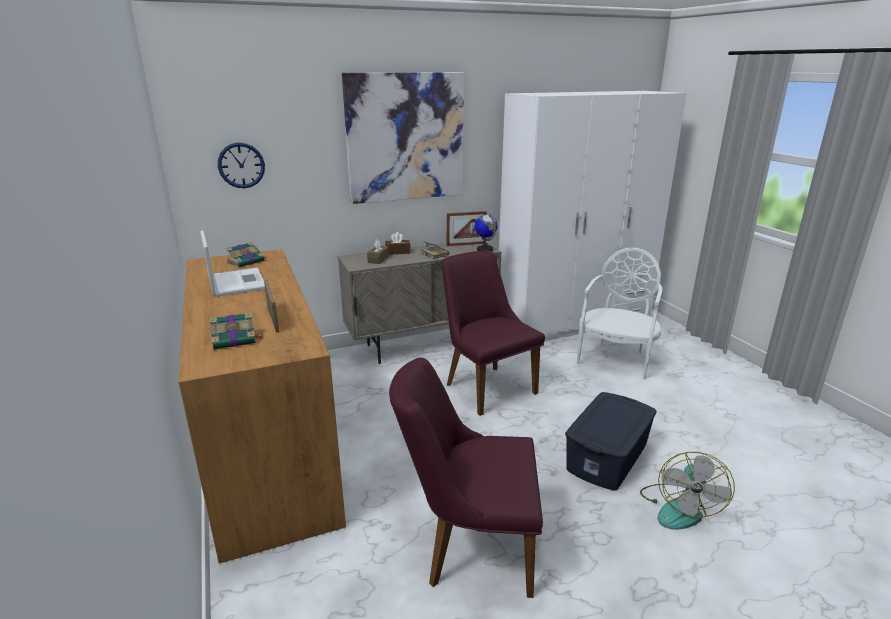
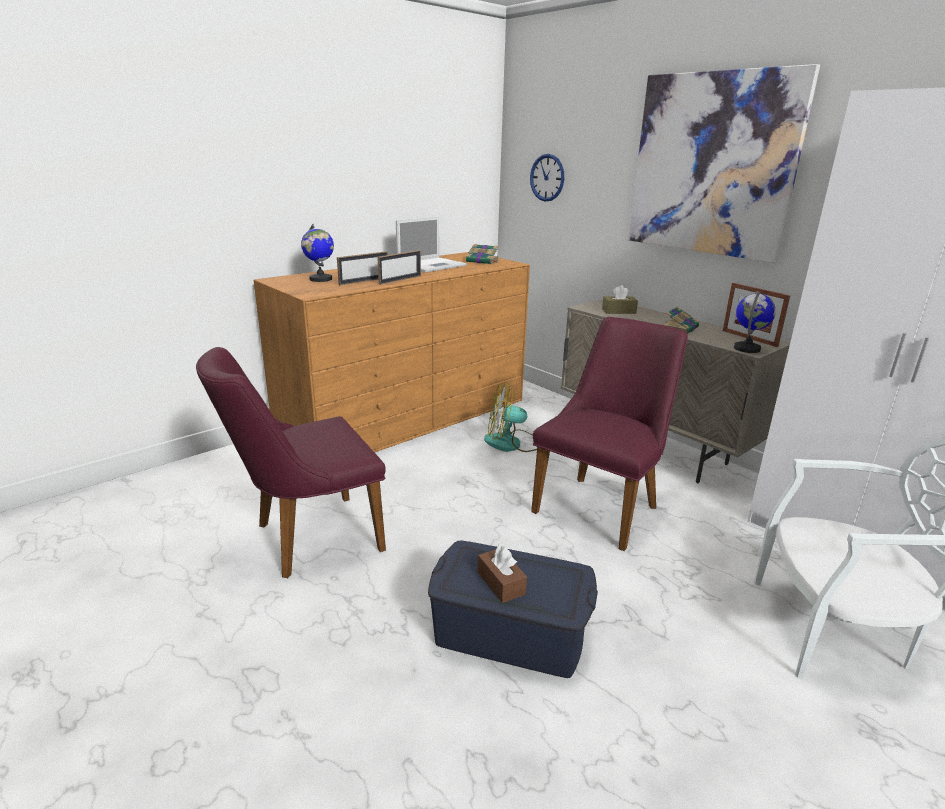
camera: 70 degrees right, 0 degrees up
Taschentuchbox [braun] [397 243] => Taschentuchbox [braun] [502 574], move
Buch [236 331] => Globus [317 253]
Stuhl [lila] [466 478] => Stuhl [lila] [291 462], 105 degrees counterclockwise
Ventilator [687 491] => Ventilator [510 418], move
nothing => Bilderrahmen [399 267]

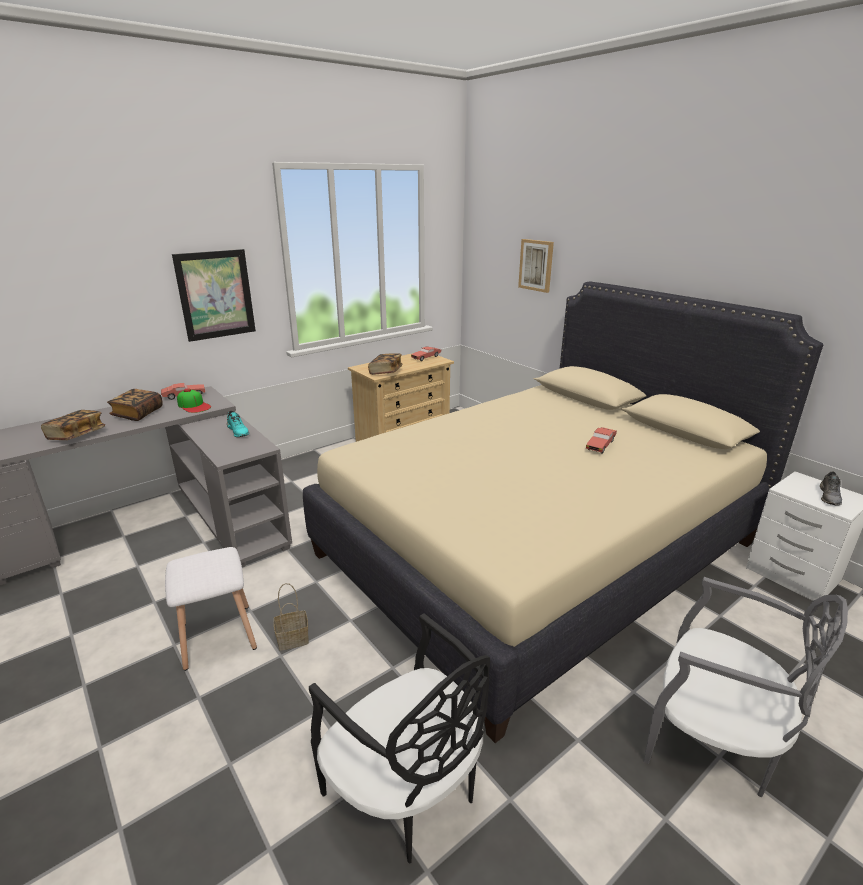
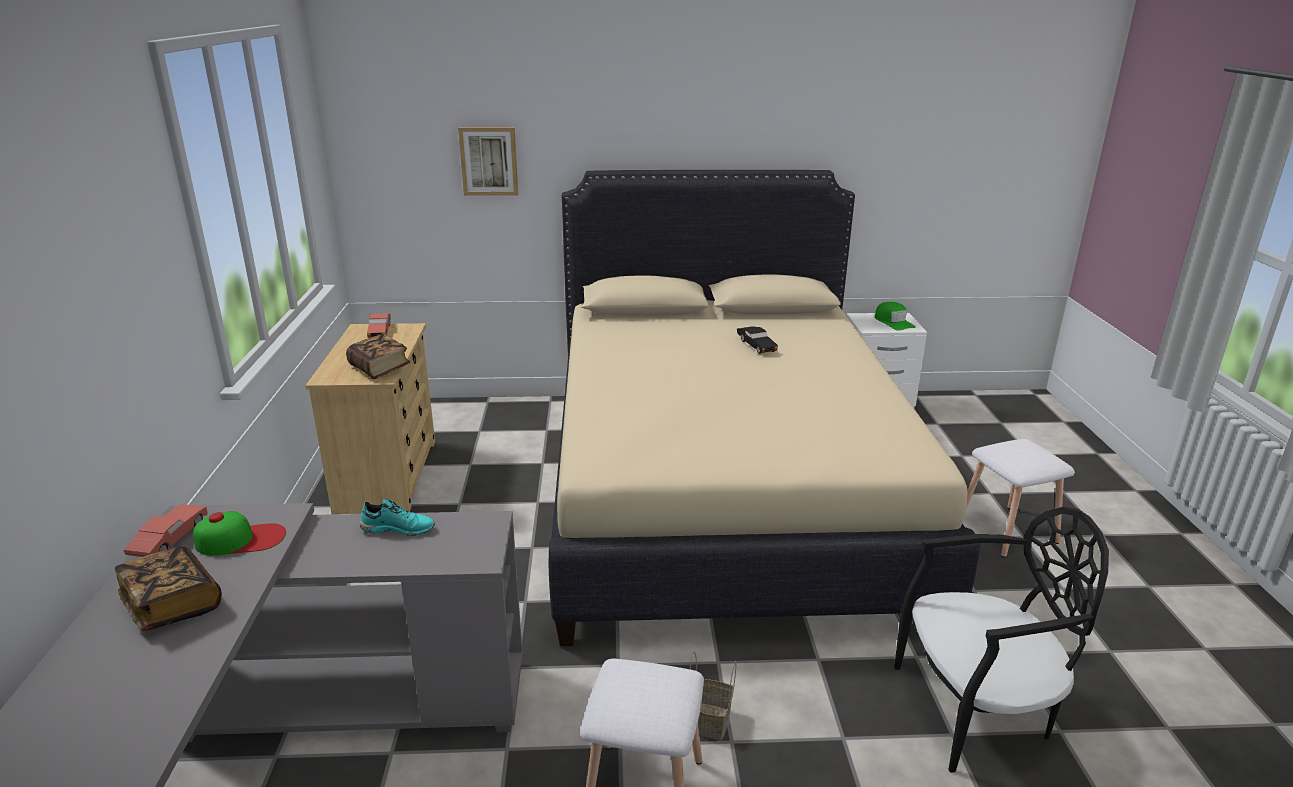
camera: 55 degrees left, 0 degrees up
Bild [214 295] => nothing
Buch [73 425] => nothing
Spielzeugauto [rot] [601 440] => Spielzeugauto [schwarz] [757 340]
Schuh [grau] [831 488] => Kappe [grün] [895 316]
Stuhl [grau] [745 687] => Hocker [weiß] [1020 498]

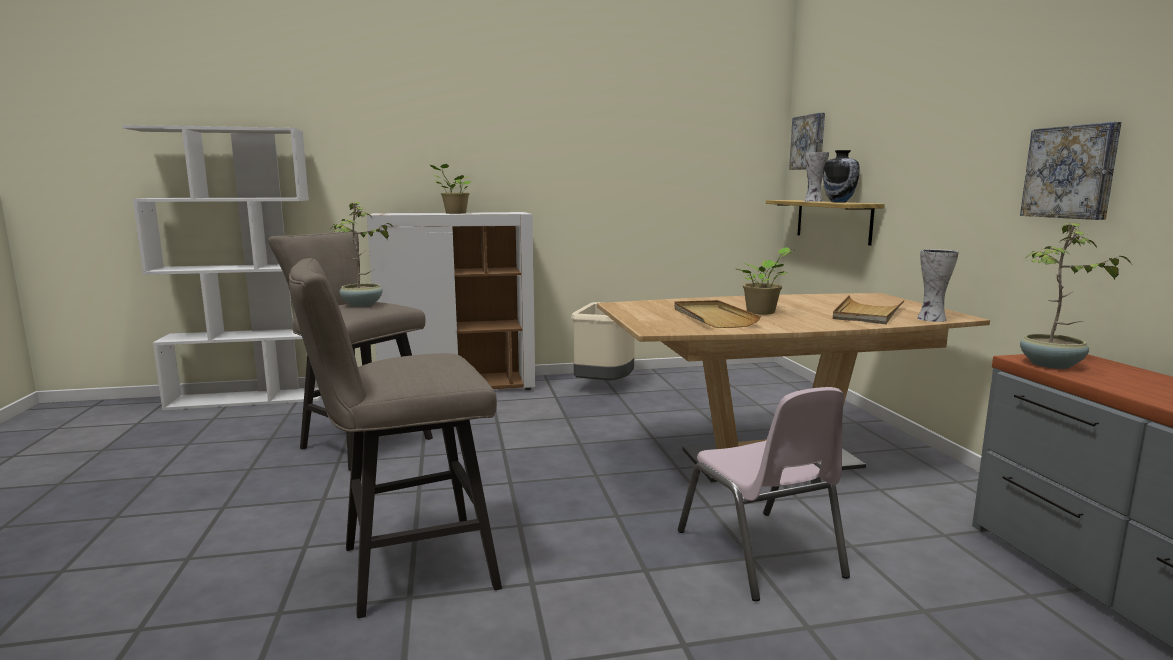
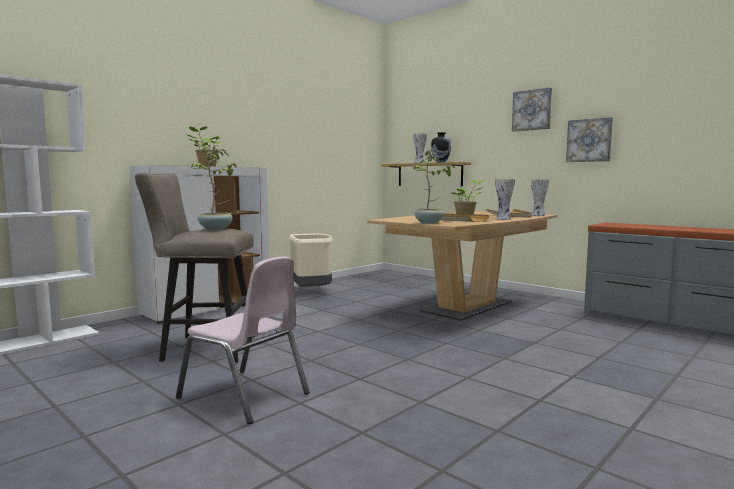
camera: 35 degrees left, 5 degrees down
Bild [807 141] => Bild [532 110], move
Topfpflanze [1075 295] => Topfpflanze [433 187], move
Hocker [beige] [395 438] => nothing
Stuhl [rosa] [764 494] => Stuhl [rosa] [242 340], move
nothing => Vase [505 199]

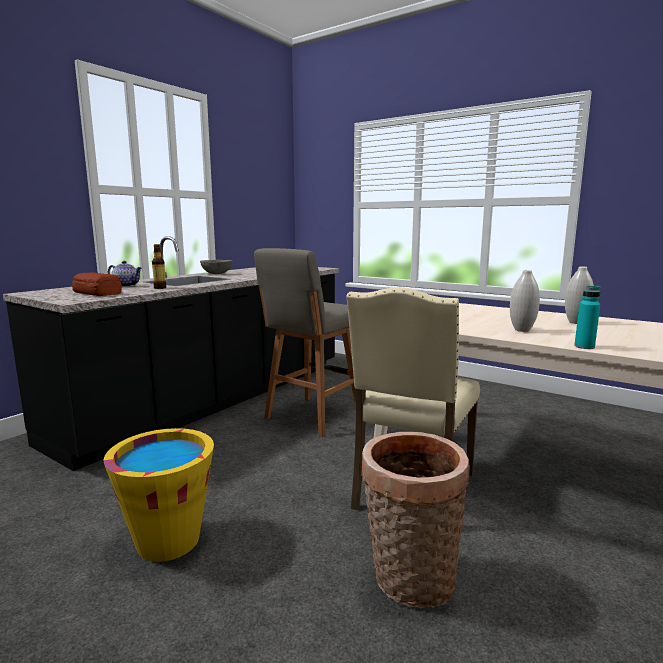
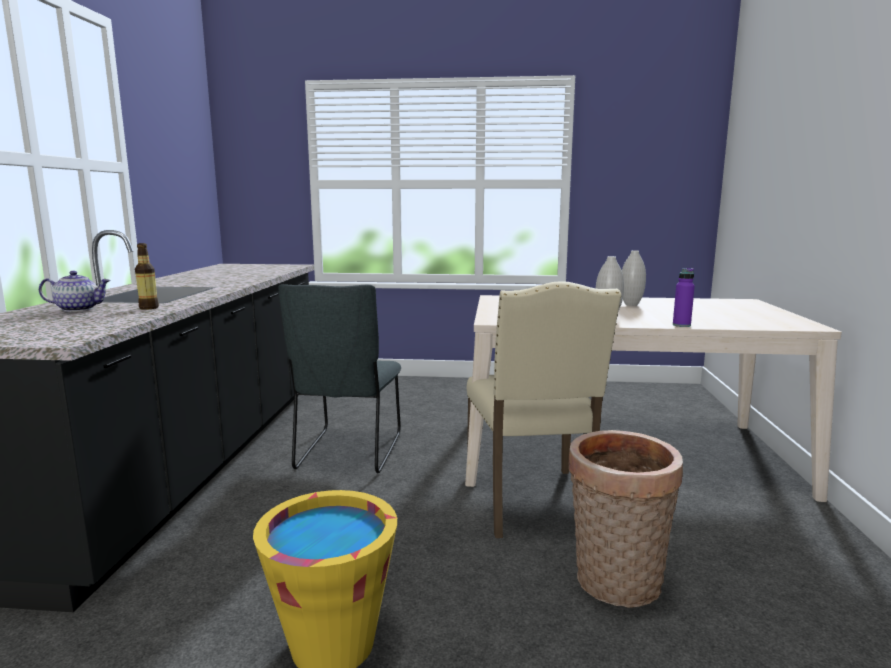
camera: 30 degrees left, 0 degrees up
Hocker [grau] [305 342] => Stuhl [grau] [339 378]
Schüssel [grau] [216 267] => nothing
Brot [97 284] => nothing
Flasche [türkis] [587 317] => Flasche [lila] [684 297]

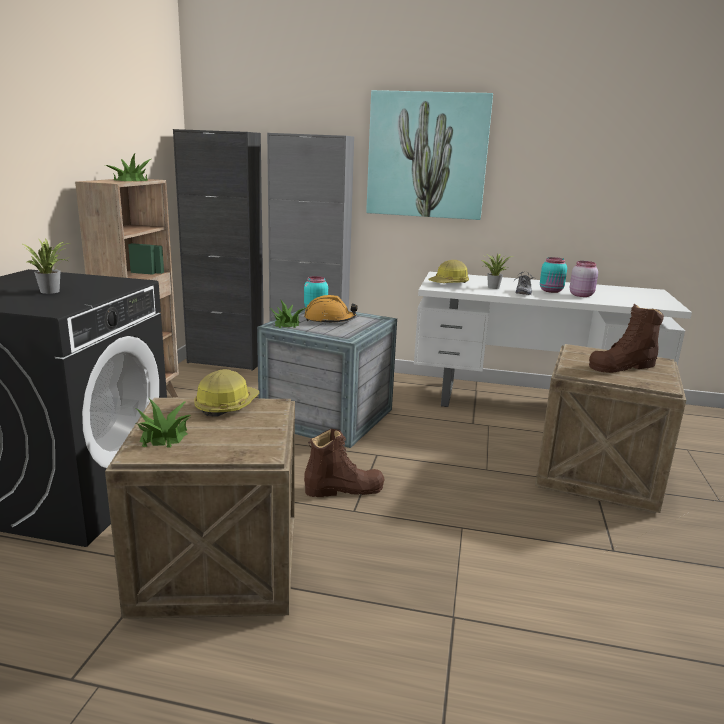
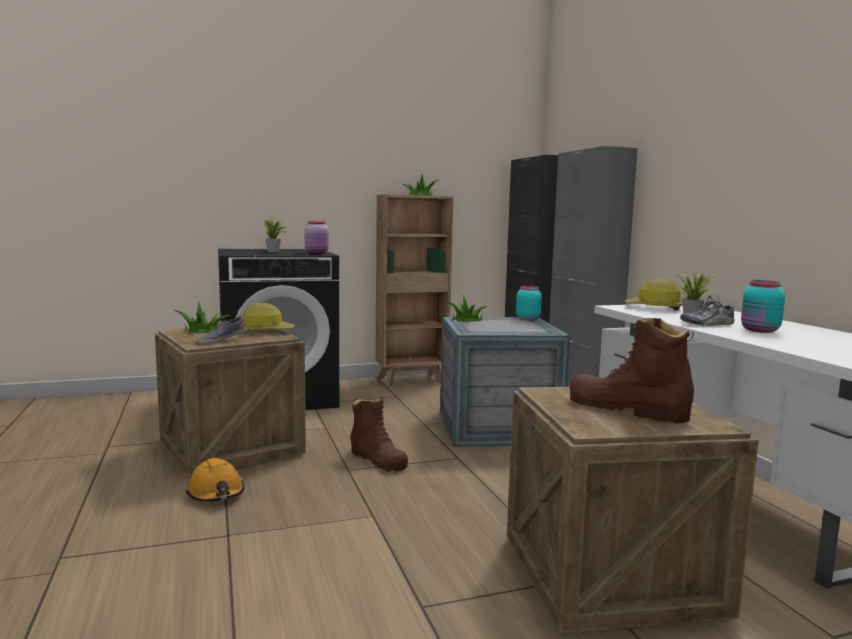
camera: 60 degrees right, 10 degrees down
Bild [429 155] => nothing
Vorratsglas [rosa] [584 279] => Vorratsglas [rosa] [316 237], move
Schutzhelm [orange] [331 309] => Schutzhelm [orange] [215 480], move
nothing => Schuh [221 330]

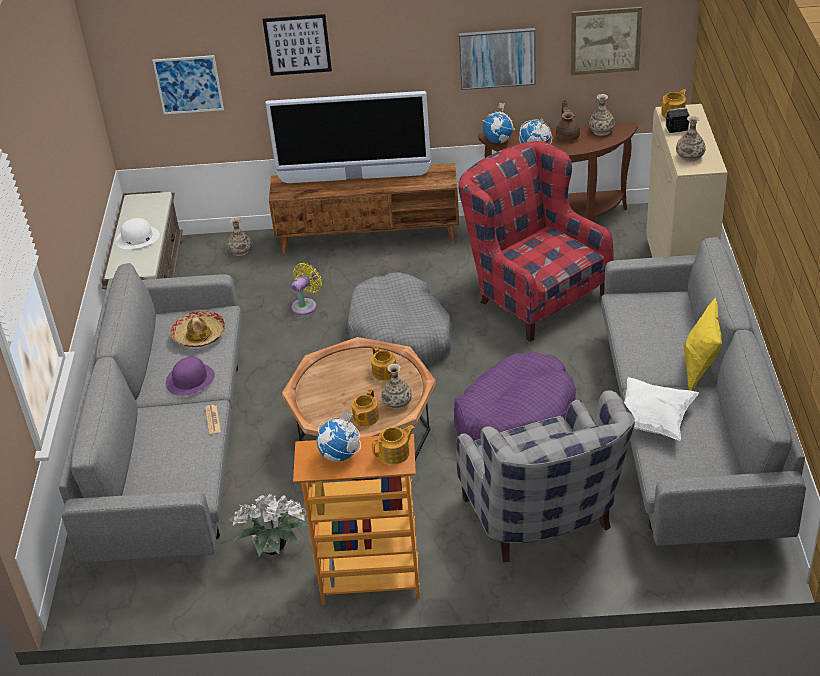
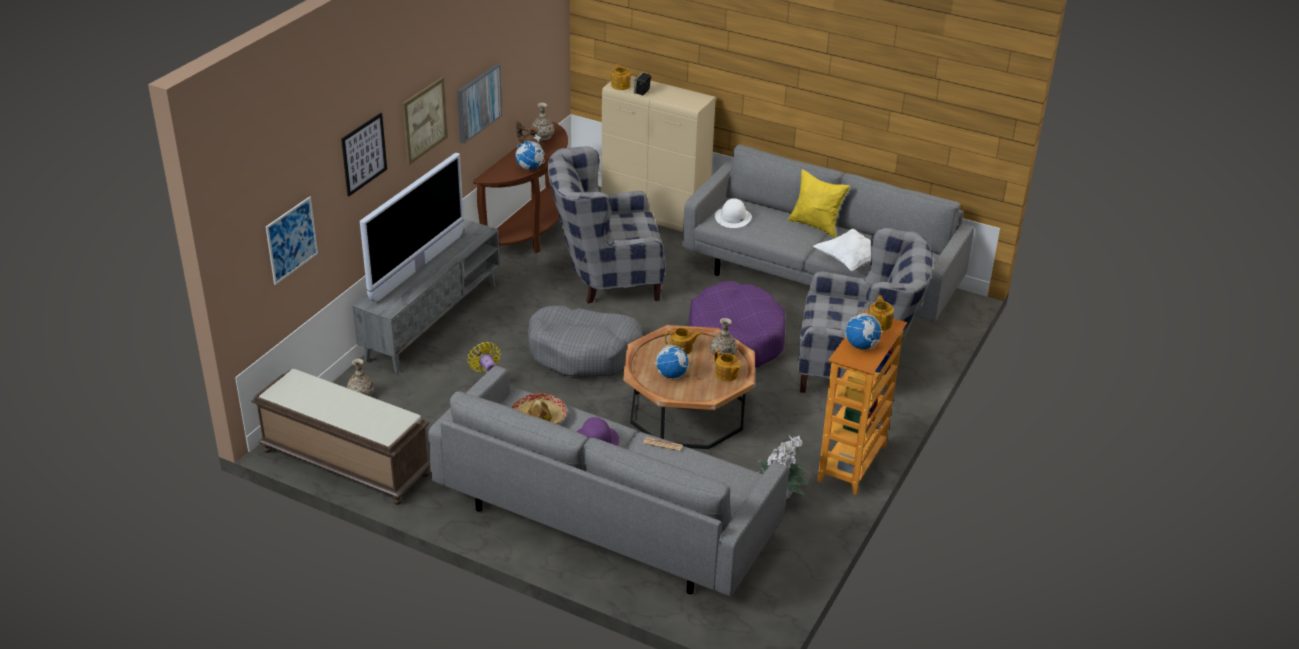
camera: 65 degrees left, 5 degrees down
Bild [606 41] => Bild [425 121], move
Globus [498 123] => Globus [671 357], move
Vase [691 139] => nothing
Sessel [rot] [536 241] => Sessel [grau] [606 225]
Fernsehschrank [braun] [364 208] => Fernsehschrank [grau] [426 296]
Hut [weiß] [137 233] => Hut [weiß] [733 213], move

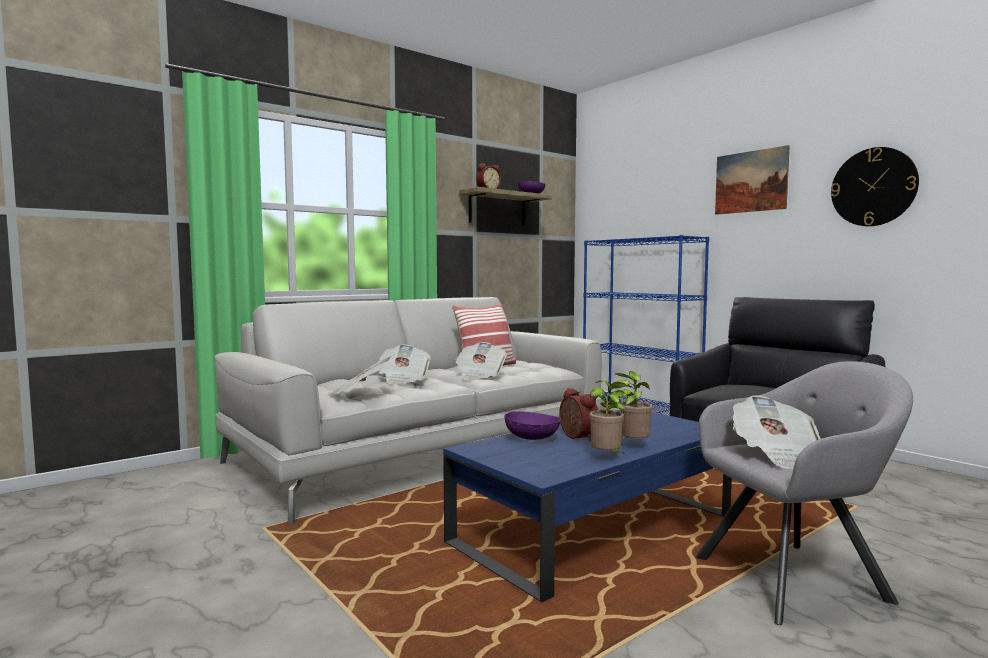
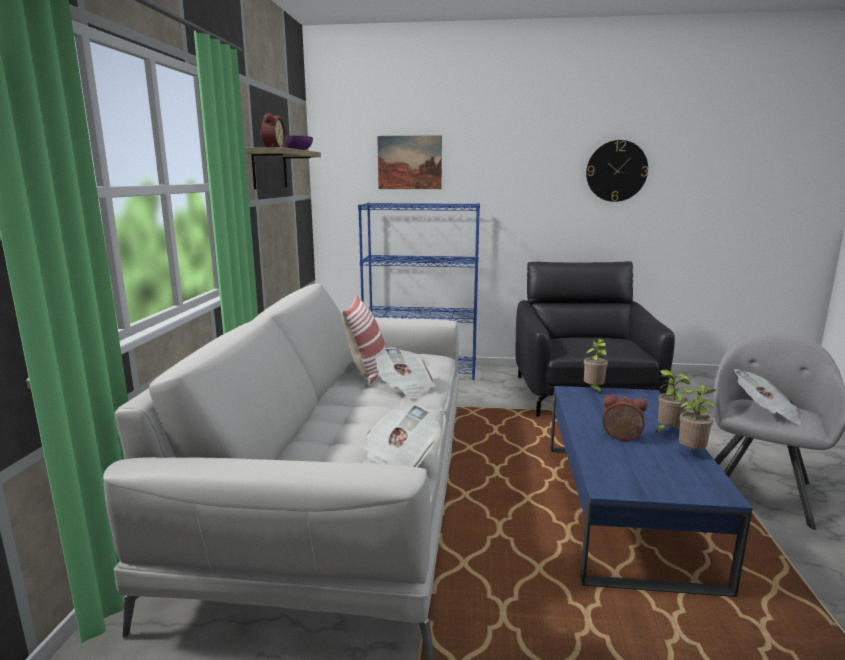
camera: 45 degrees left, 10 degrees up
Bild [752 180] => Bild [409 162], move
Zeitung [404 364] => nothing
Schüssel [lila] [533 425] => nothing
nothing => Topfpflanze [596 367]

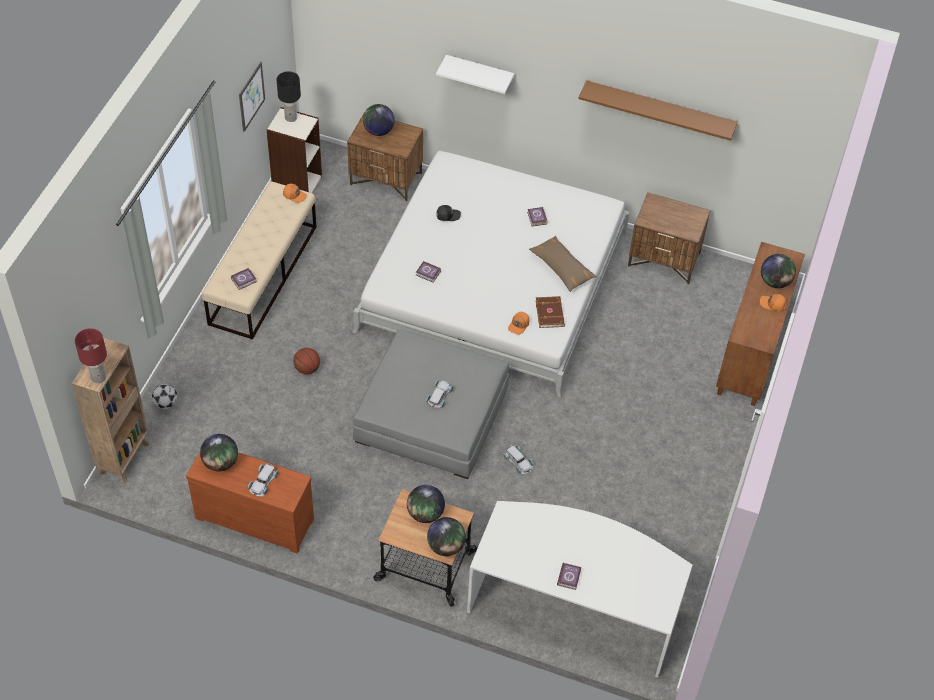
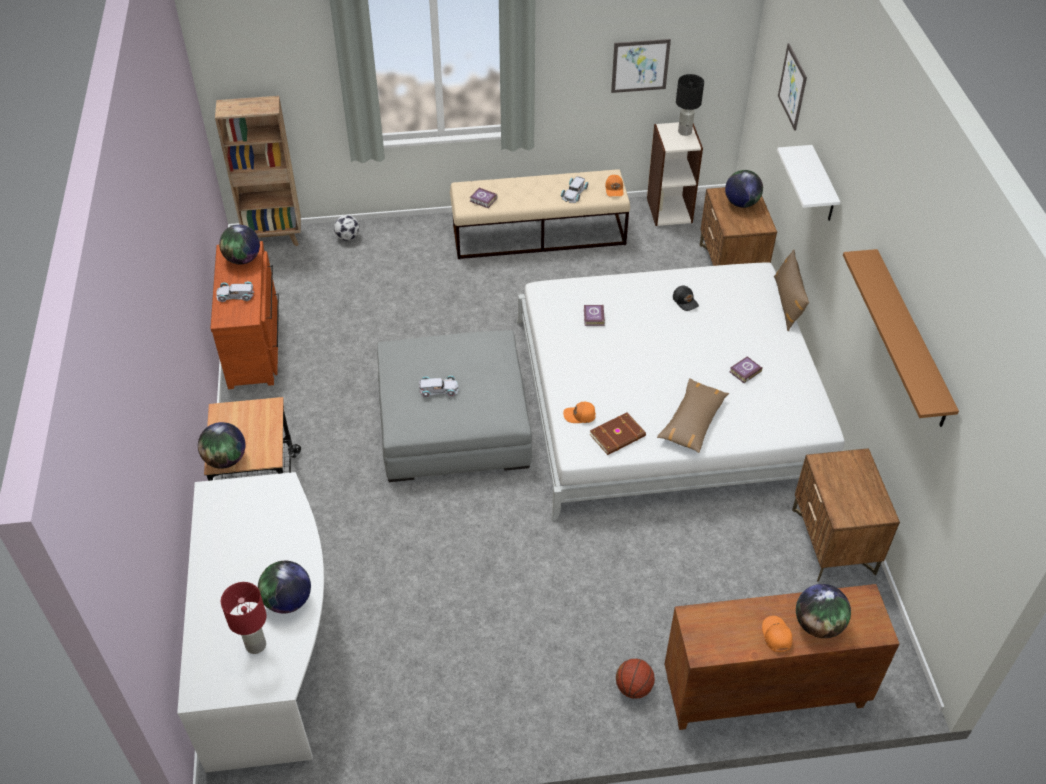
camera: 65 degrees right, 5 degrees down
Tischlampe [rot] [91 355] => Tischlampe [rot] [244 618], move
Basketball [306 361] => Basketball [635 679], move
Spielzeugauto [weiß] [518 460] => Spielzeugauto [weiß] [574 189], move
Globus [426 504] => Globus [284 587], move
Buch [569 576] => nothing
nothing => Bild [792 87]
nothing => Kissen [braun] [791 290]

